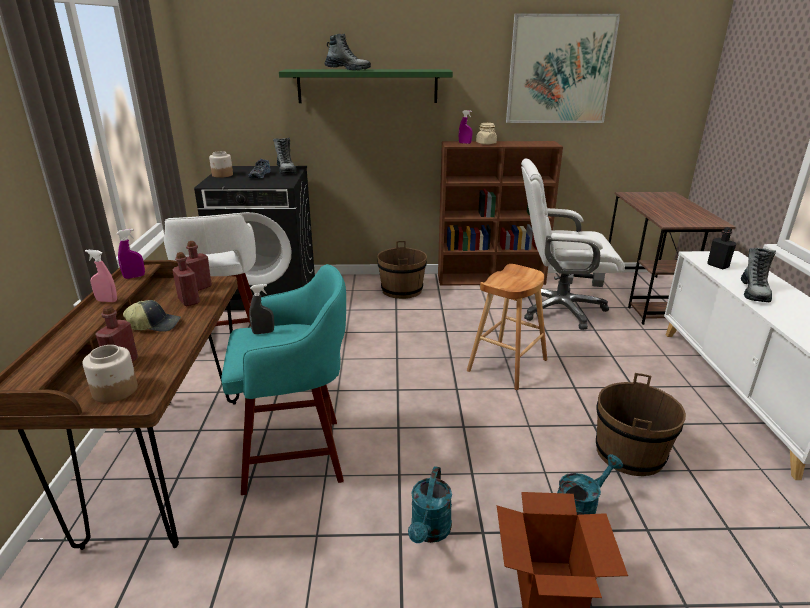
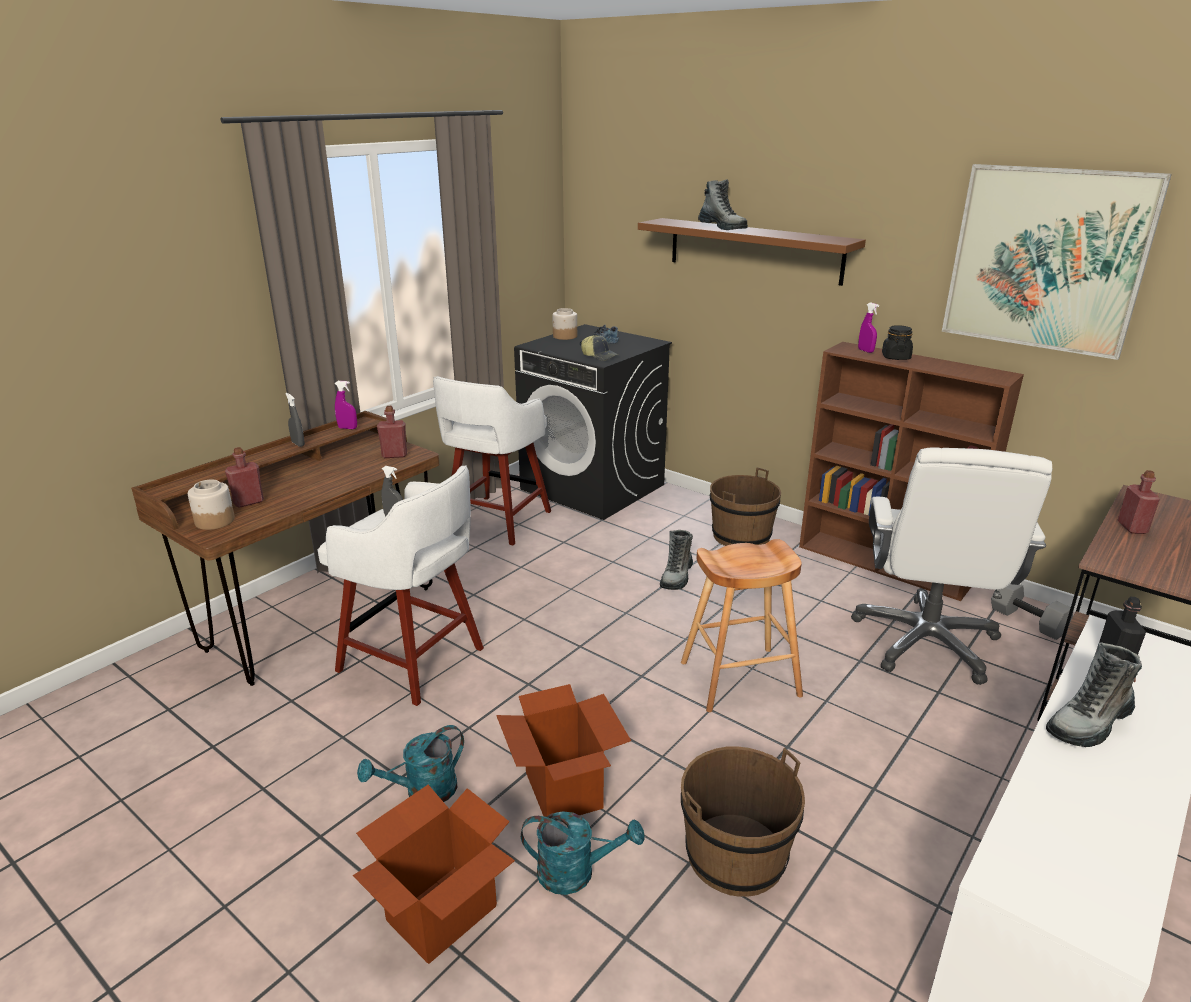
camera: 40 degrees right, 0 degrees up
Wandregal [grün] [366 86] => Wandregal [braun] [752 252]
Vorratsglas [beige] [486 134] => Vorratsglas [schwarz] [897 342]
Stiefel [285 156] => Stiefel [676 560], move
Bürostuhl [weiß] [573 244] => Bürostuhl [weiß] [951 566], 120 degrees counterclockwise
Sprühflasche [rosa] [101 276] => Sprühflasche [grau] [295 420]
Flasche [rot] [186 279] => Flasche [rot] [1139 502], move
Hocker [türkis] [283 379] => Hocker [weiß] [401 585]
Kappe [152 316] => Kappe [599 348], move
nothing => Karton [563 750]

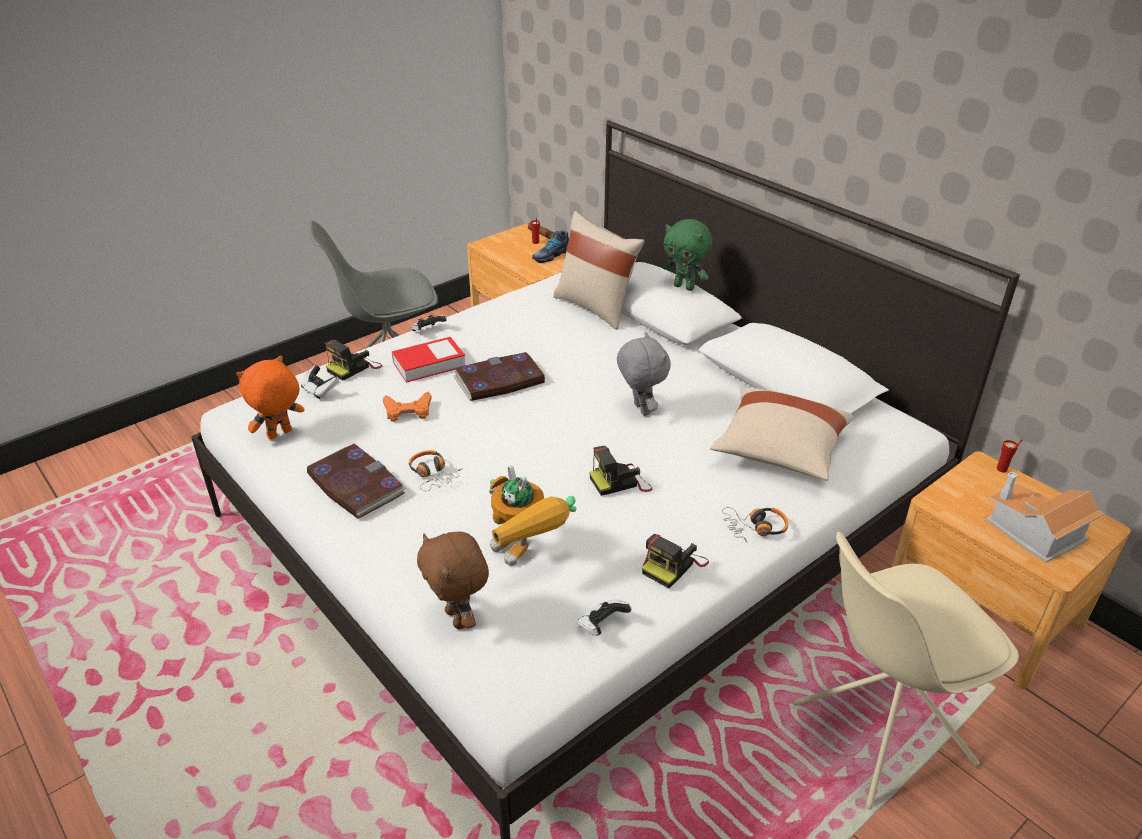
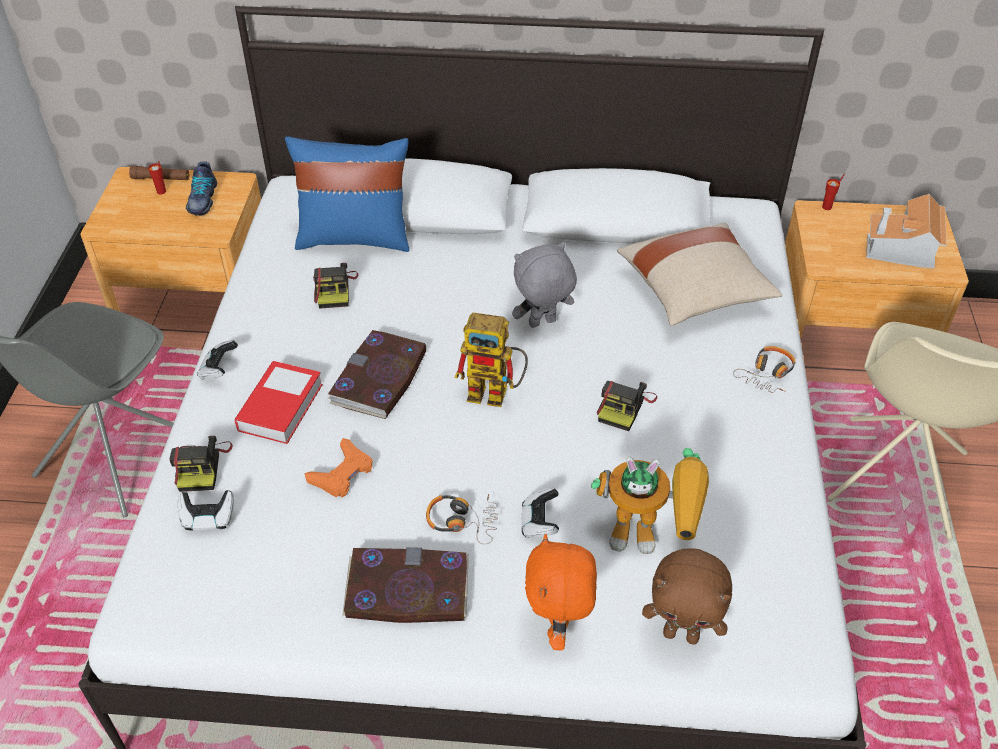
camera: 45 degrees left, 10 degrees up
Kissen [beige] [598 270] => Kissen [blau] [347 194]
Plüschtier [grün] [687 255] => nothing
Plüschtier [grau] [644 374] => Plüschtier [grau] [544 285], 45 degrees counterclockwise
Plüschtier [orange] [270 398] => Plüschtier [orange] [561 592], move
Kamera [675 561] => Kamera [335 286], move
Gamepad [604 617] => Gamepad [540 512], move
nothing => Spielzeugroboter [491 360]

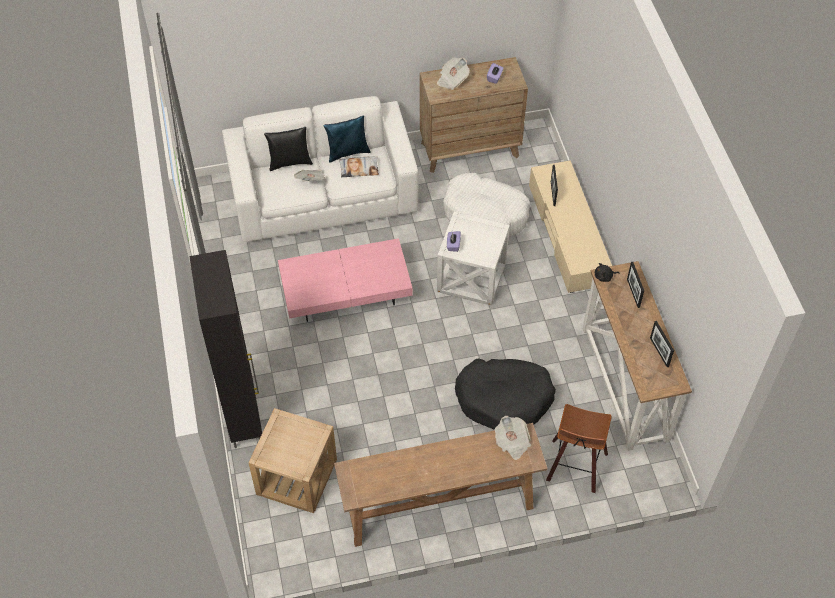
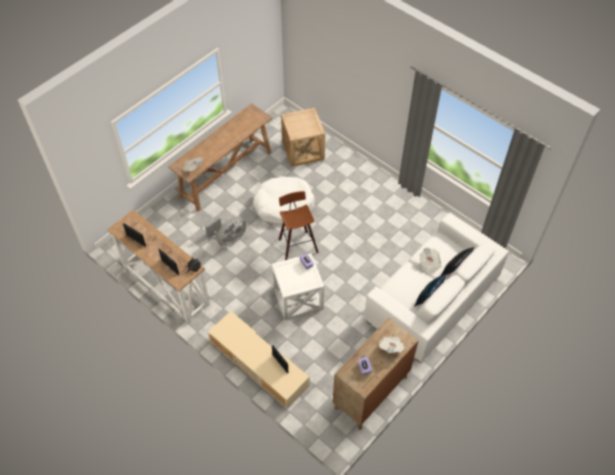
camera: 145 degrees right, 0 degrees up
Kissen [359 167] => nothing
Hundebett [weiß] [487 205] => Hundebett [weiß] [284 200], move
Couchtisch [rosa] [345 280] => nothing
Schrank [schwarz] [225 349] => nothing
Hundebett [schwarz] [505 394] => Ventilator [grau] [225 232]
Hocker [579 448] => Hocker [299 225], move

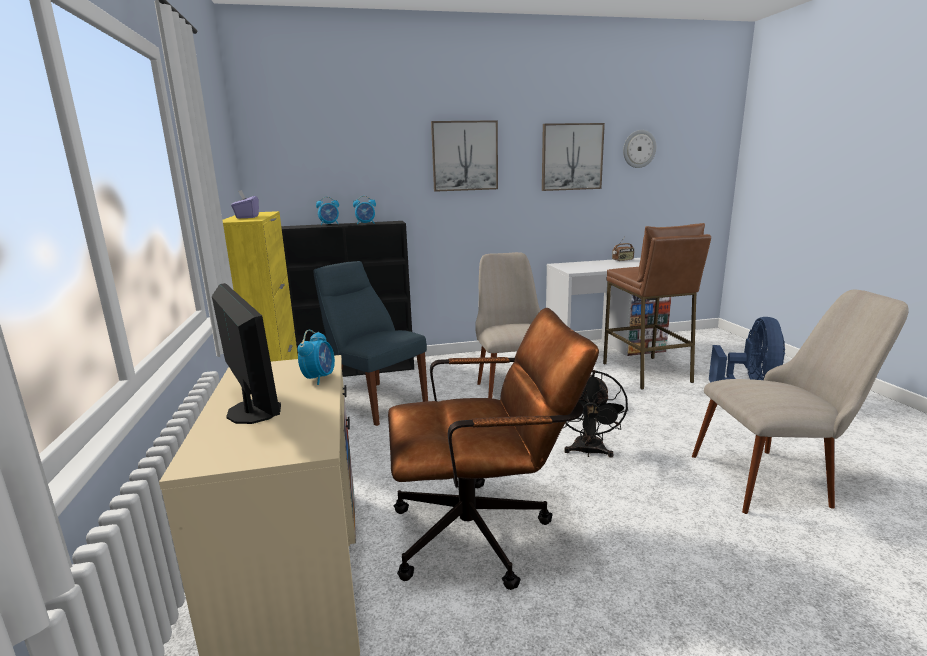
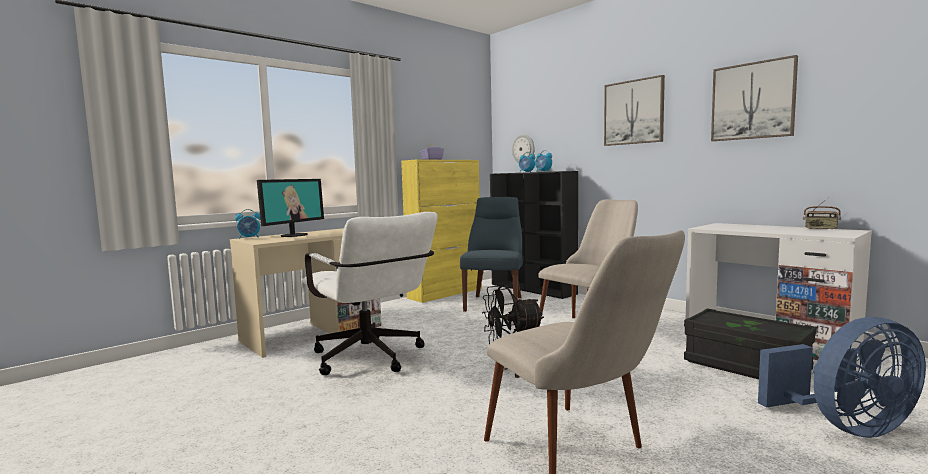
camera: 60 degrees right, 10 degrees down
Wanduhr [639 149] => Wanduhr [523 148], move
Hocker [braun] [657 306] => Aufbewahrungsbox [schwarz] [750 343]
Bürostuhl [braun] [493 449] => Bürostuhl [weiß] [370 293]
Wecker [316 357] => Wecker [248 224], move

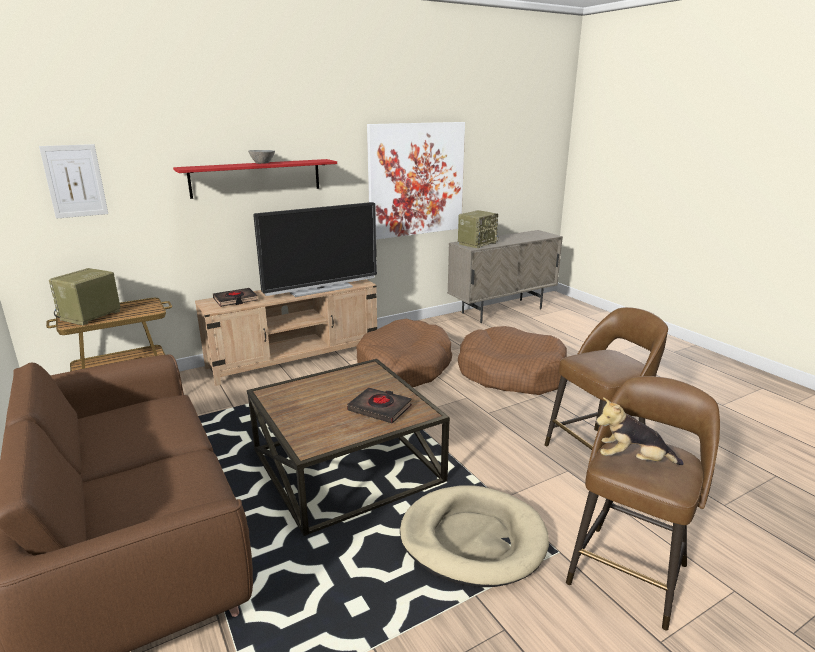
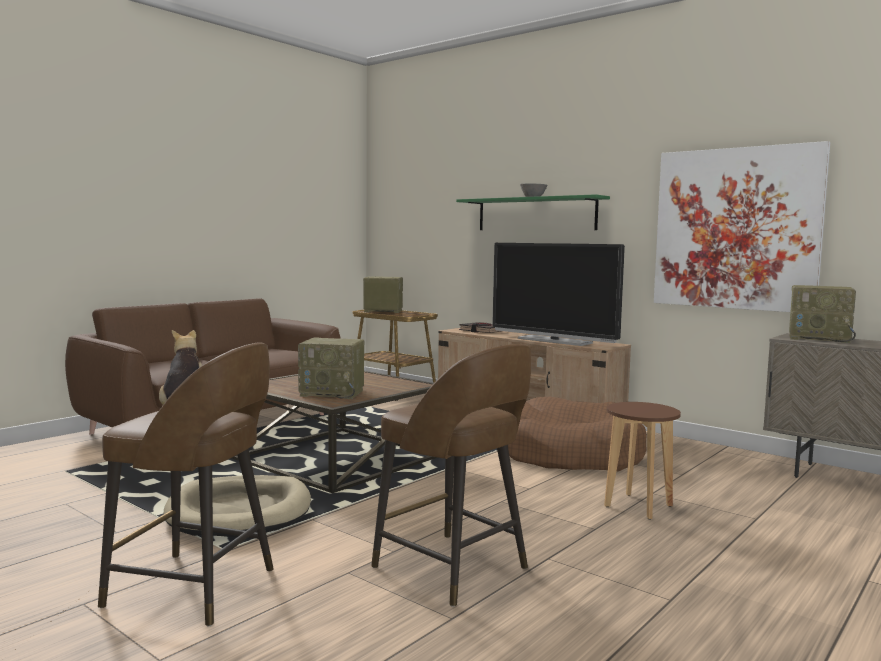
camera: 70 degrees right, 15 degrees down
Bild [73 181] => nothing
Wandregal [rot] [255 179] => Wandregal [grün] [533 212]
Hundebett [braun] [512 360] => Hocker [braun] [642 460]
Buch [schwarz] [379 405] => Radio [331 368]

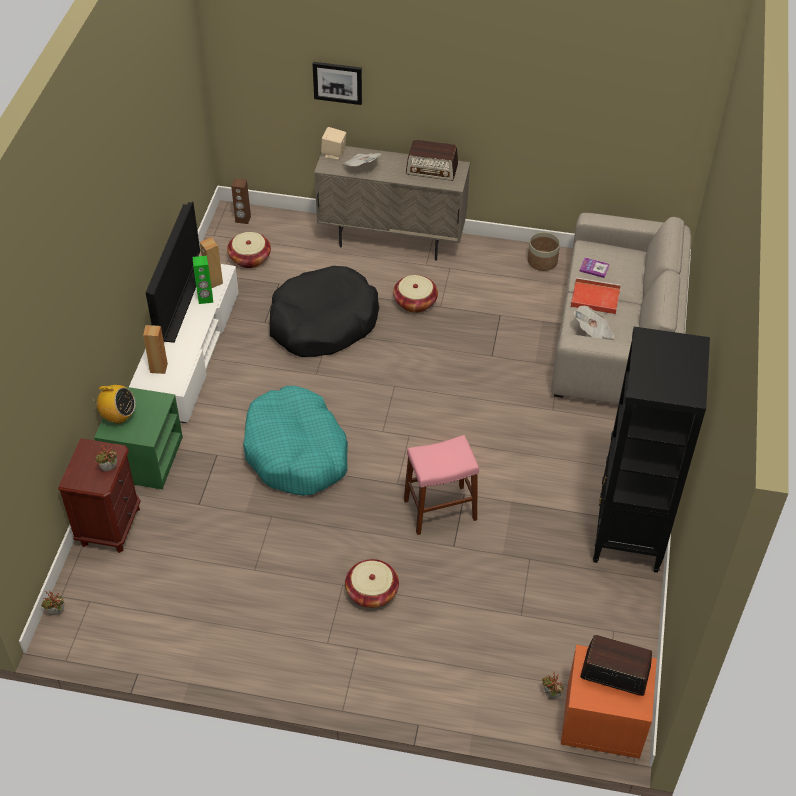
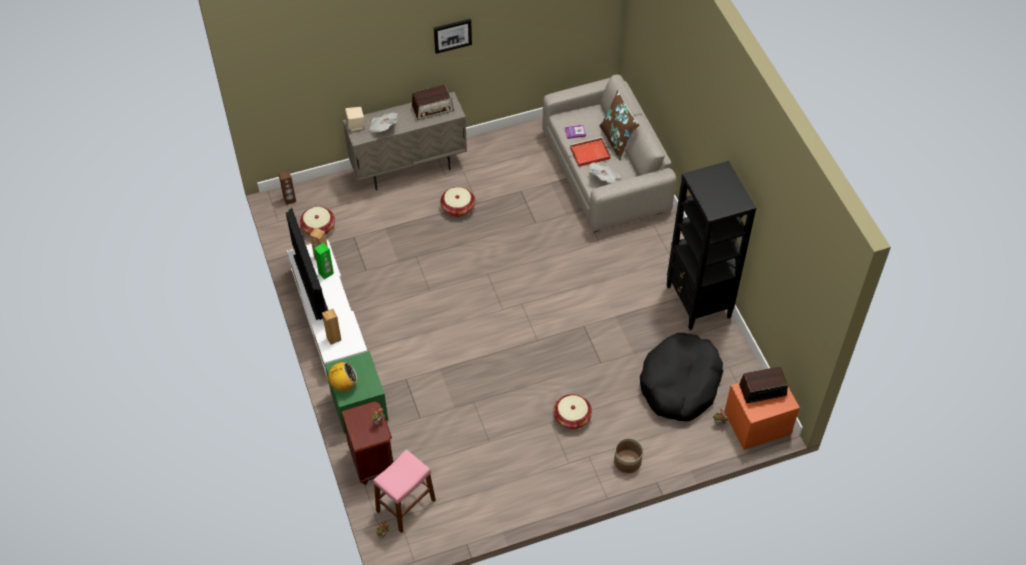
camera: 30 degrees left, 5 degrees up
Bild [337 83] => Bild [453 36], move
Pflanzkübel [544 251] => Pflanzkübel [628 455], move
Hundebett [schwarz] [324 311] => Hundebett [schwarz] [681 377], move
Hundebett [türkis] [295 441] => nothing
Hocker [rosa] [441 485] => Hocker [rosa] [404 491], move
nothing => Kissen [braun] [619 125]

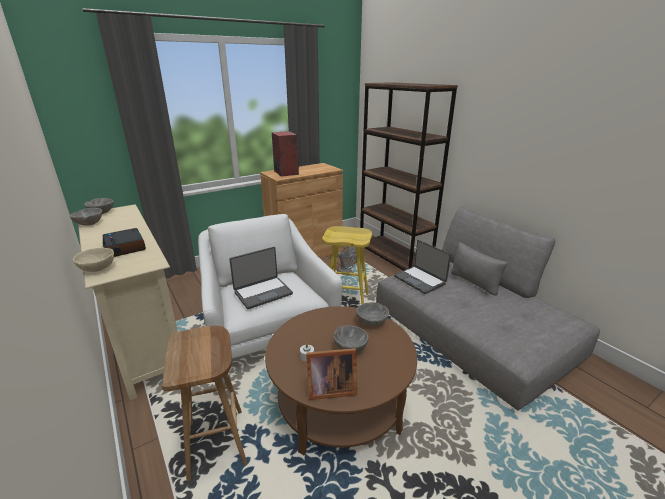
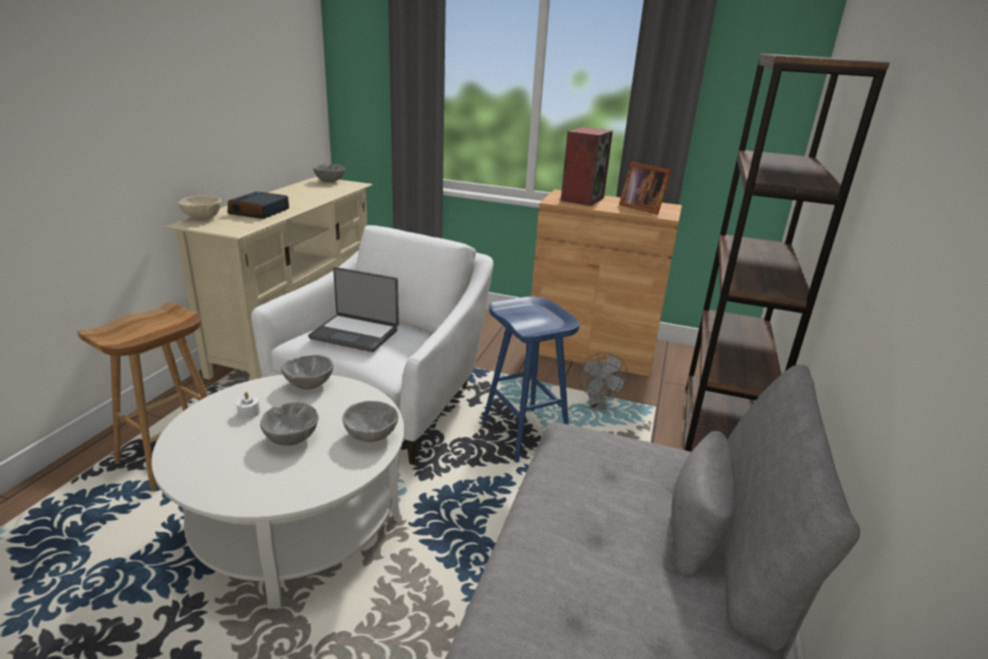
camera: 50 degrees right, 0 degrees up
Schüssel [grau] [86 217] => Schüssel [grau] [307 372], move
Hocker [gelb] [347 265] => Hocker [blau] [531 379]
Laptop [422 267] => nothing
Couchtisch [braun] [341 380] => Couchtisch [weiß] [278 492]
Bilderrahmen [331 374] => Bilderrahmen [645 188], move

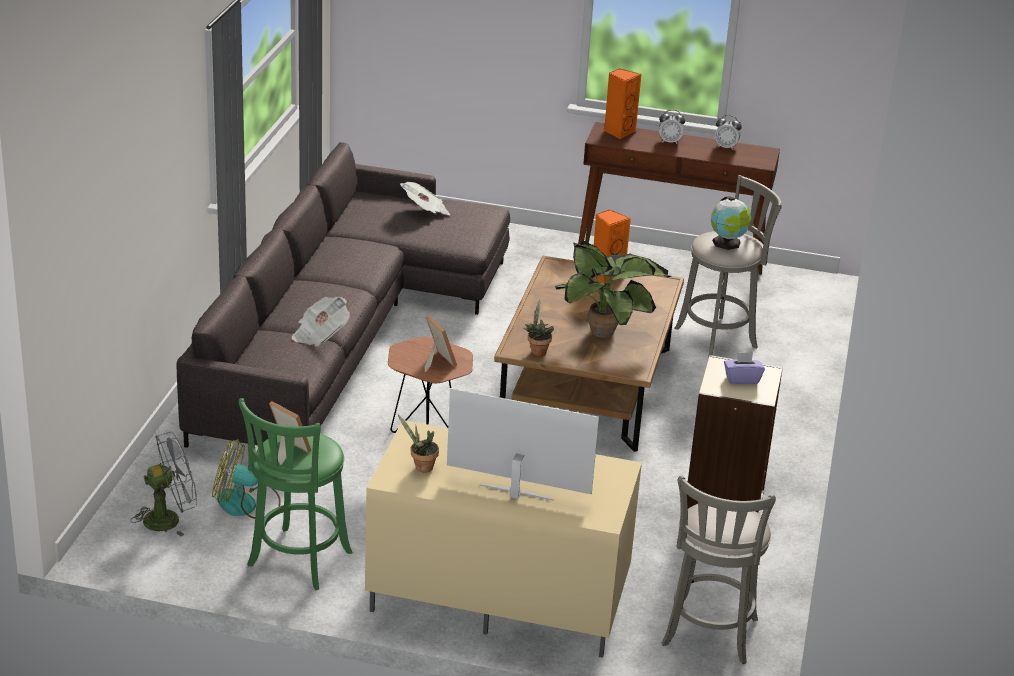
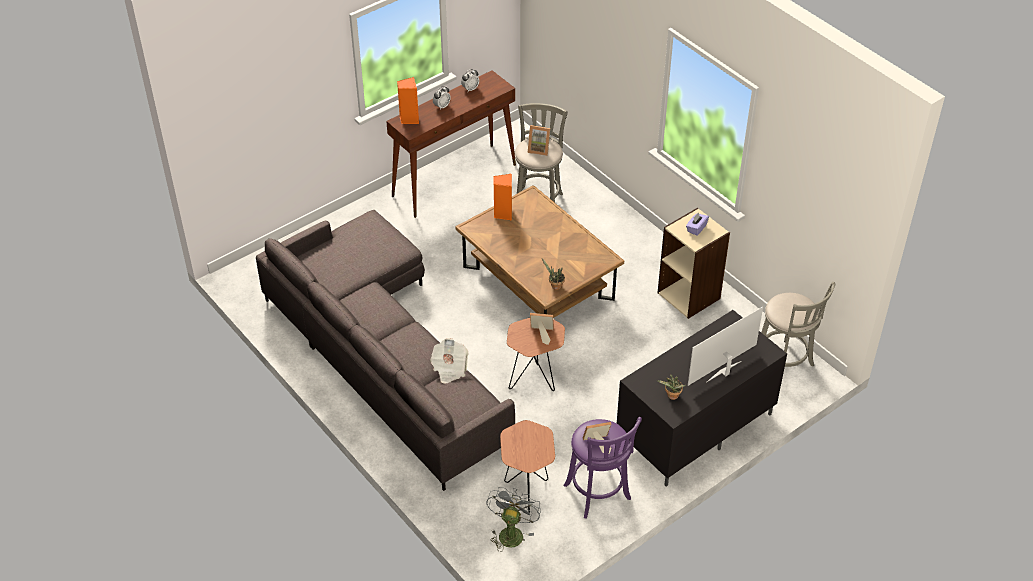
camera: 50 degrees left, 15 degrees up
Zeitung [425 198] => nothing
Globus [731 223] => Bilderrahmen [539 140]
Topfpflanze [613 289] => nothing
Hocker [grün] [295 494] => Hocker [lila] [602 467]
Fernsehschrank [beige] [503 539] => Fernsehschrank [schwarz] [702 398]
Ventilator [246 479] => Beistelltisch [braun] [527 466]

